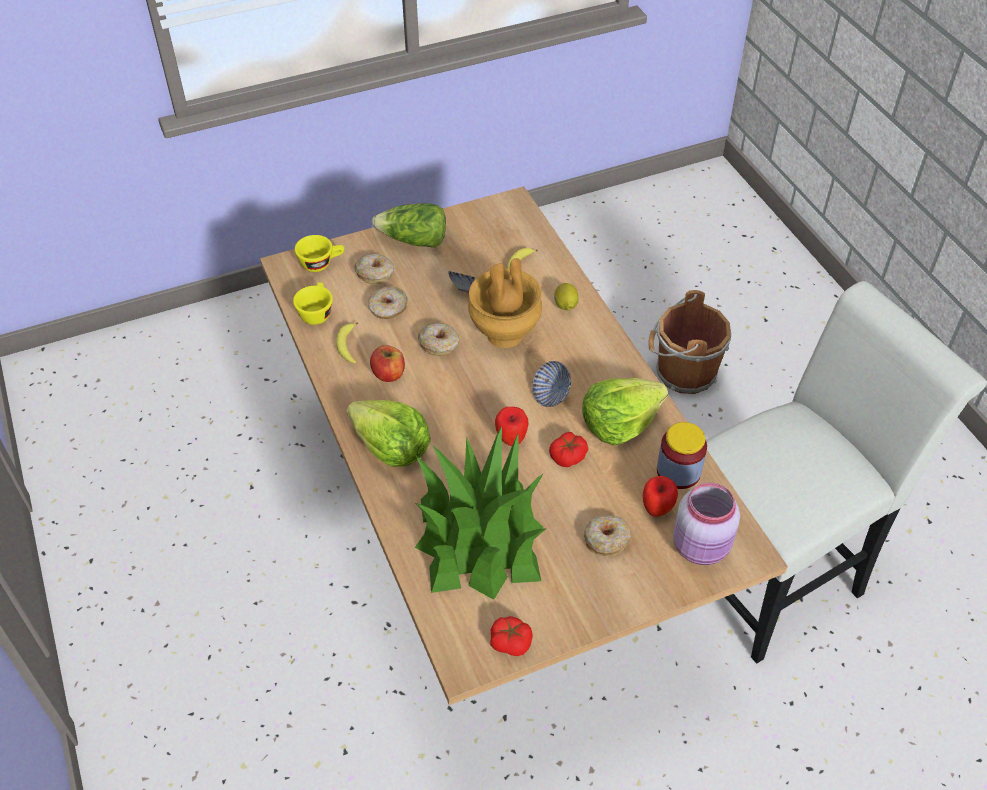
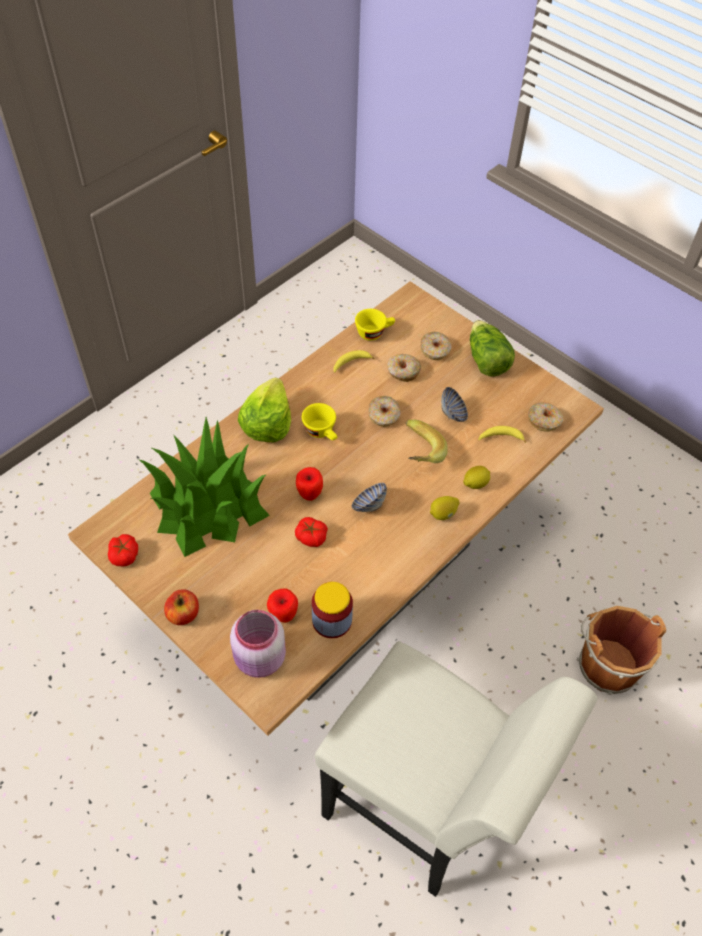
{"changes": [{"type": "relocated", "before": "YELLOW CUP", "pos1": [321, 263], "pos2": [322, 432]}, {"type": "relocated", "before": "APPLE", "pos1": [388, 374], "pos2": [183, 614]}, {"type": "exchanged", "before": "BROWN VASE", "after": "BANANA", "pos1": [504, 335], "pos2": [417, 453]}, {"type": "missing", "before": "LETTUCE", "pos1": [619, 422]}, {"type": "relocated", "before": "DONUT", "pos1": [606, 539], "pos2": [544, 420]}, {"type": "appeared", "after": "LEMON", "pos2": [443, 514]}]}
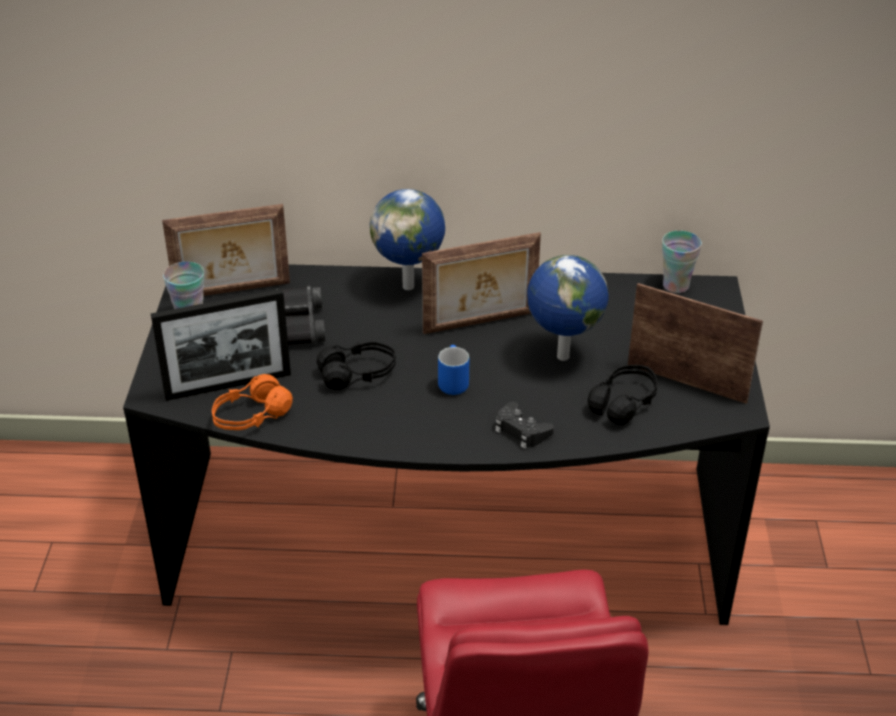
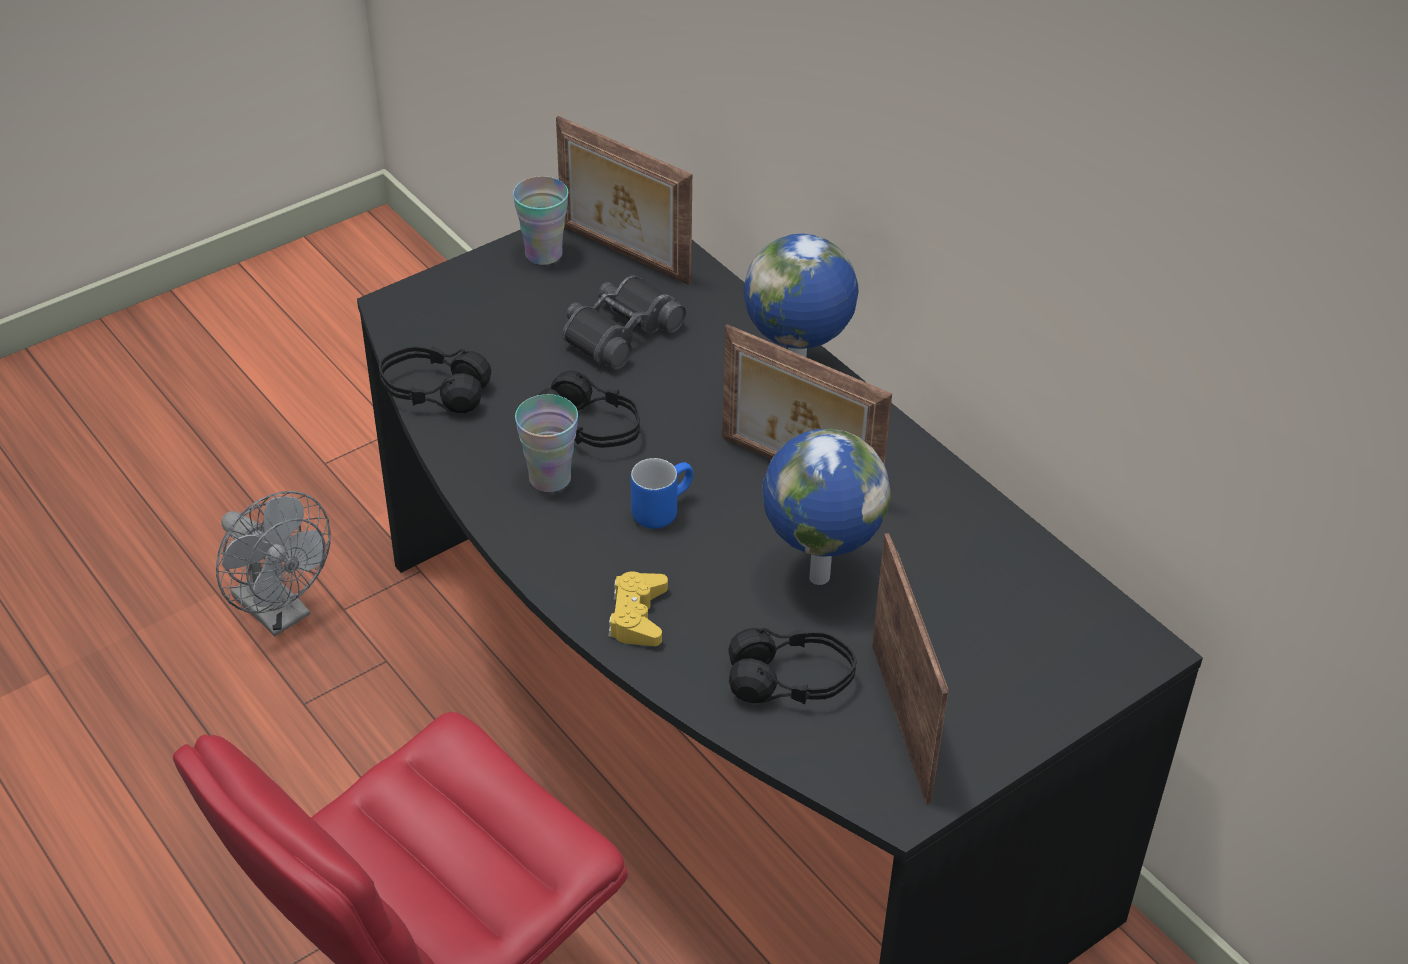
{"changes": [{"type": "missing", "before": "PICTURE FRAME", "pos1": [228, 385]}, {"type": "colour", "before": "ORANGE HEADPHONES", "after": "BLACK HEADPHONES", "pos1": [251, 416], "pos2": [434, 392]}, {"type": "colour", "before": "BLACK GAME CONTROLLER", "after": "YELLOW GAME CONTROLLER", "pos1": [521, 430], "pos2": [637, 616]}, {"type": "relocated", "before": "CUP", "pos1": [675, 286], "pos2": [550, 478]}, {"type": "appeared", "after": "GREY FAN", "pos2": [280, 613]}]}
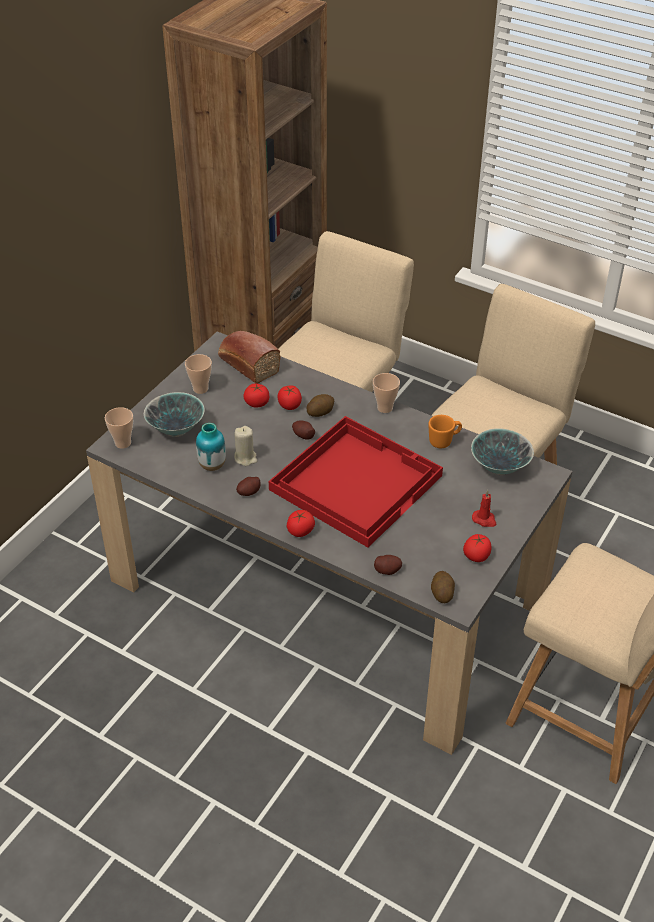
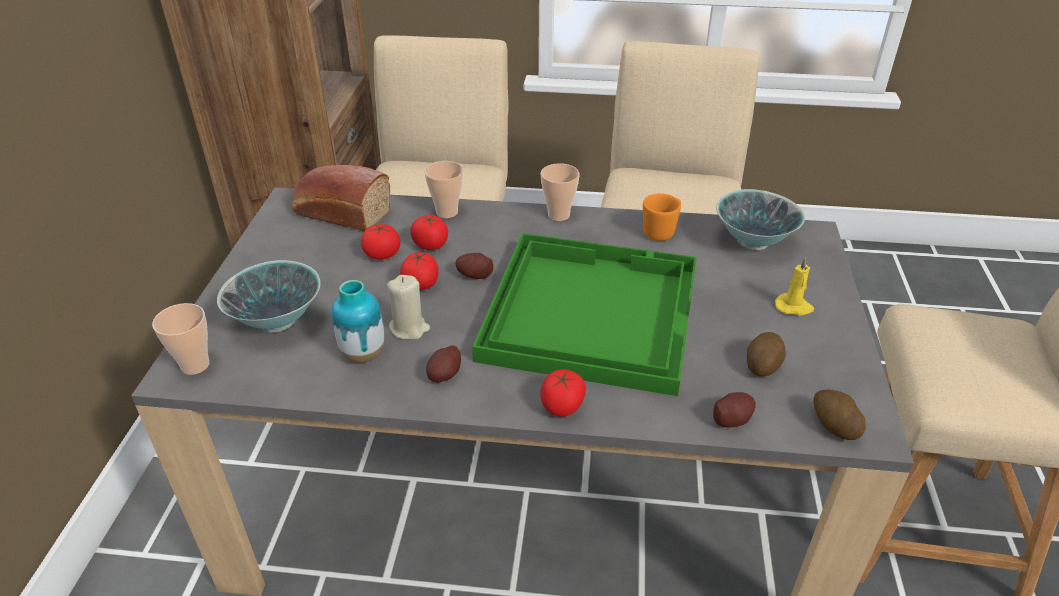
{"changes": [{"type": "relocated", "before": "CUP", "pos1": [200, 389], "pos2": [447, 212]}, {"type": "colour", "before": "RED TRAY", "after": "GREEN TRAY", "pos1": [355, 481], "pos2": [589, 311]}, {"type": "relocated", "before": "POTATO", "pos1": [320, 412], "pos2": [762, 365]}, {"type": "relocated", "before": "TOMATO", "pos1": [476, 556], "pos2": [421, 284]}, {"type": "colour", "before": "RED CANDLE", "after": "YELLOW CANDLE", "pos1": [484, 520], "pos2": [794, 307]}]}
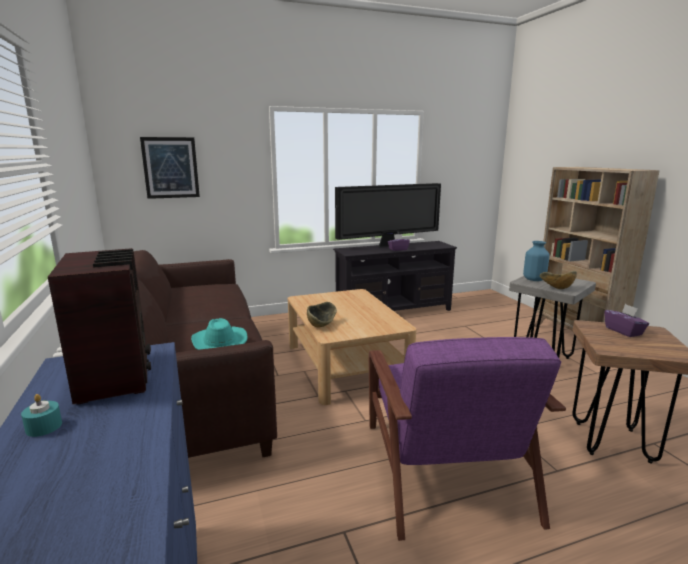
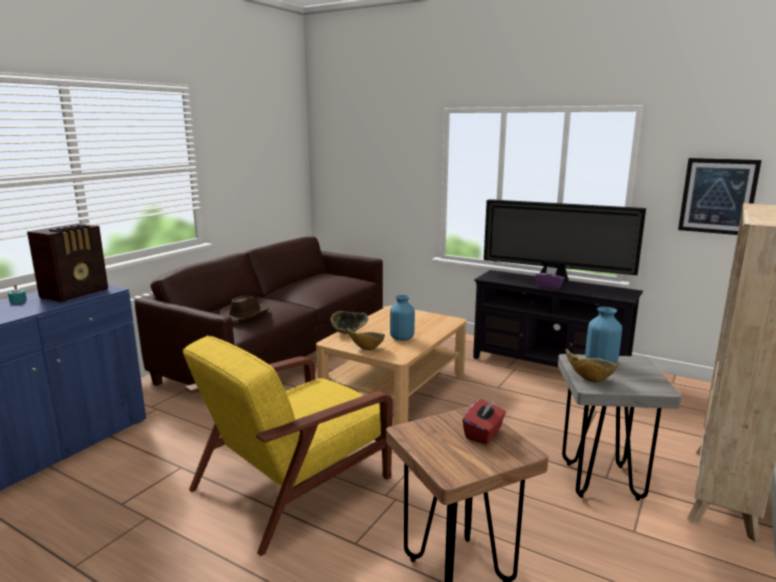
{"changes": [{"type": "relocated", "before": "PICTURE", "pos1": [170, 167], "pos2": [718, 196]}, {"type": "colour", "before": "TURQUOISE HAT", "after": "BROWN HAT", "pos1": [219, 342], "pos2": [245, 314]}, {"type": "colour", "before": "PURPLE ARMCHAIR", "after": "YELLOW ARMCHAIR", "pos1": [444, 466], "pos2": [295, 481]}, {"type": "colour", "before": "PURPLE TISSUE BOX", "after": "RED TISSUE BOX", "pos1": [623, 331], "pos2": [484, 433]}, {"type": "appeared", "after": "BOWL", "pos2": [365, 348]}, {"type": "appeared", "after": "BLUE VASE", "pos2": [401, 338]}]}
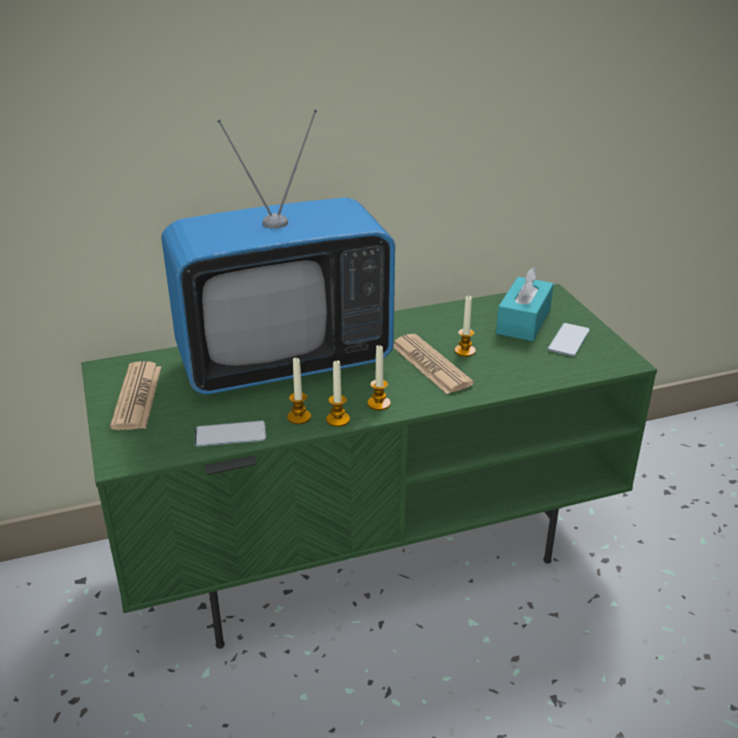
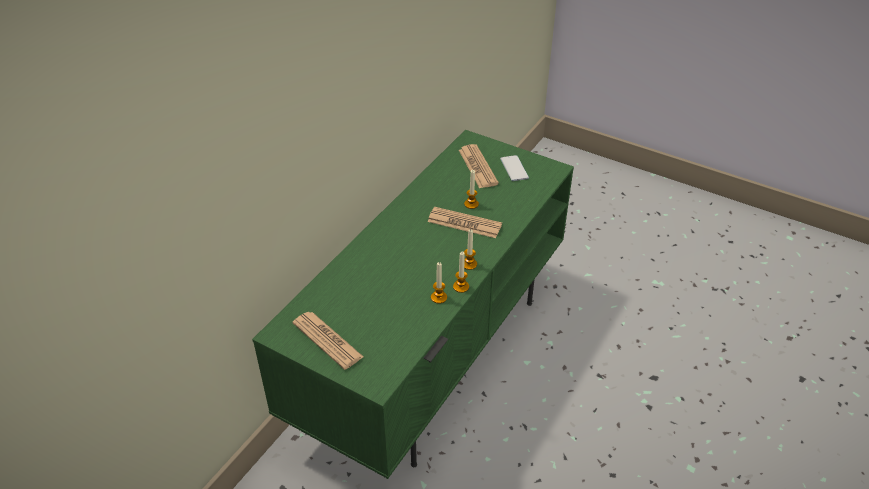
{"changes": [{"type": "missing", "before": "TELEVISION", "pos1": [284, 362]}, {"type": "missing", "before": "PHONE", "pos1": [230, 434]}, {"type": "exchanged", "before": "TURQUOISE TISSUE BOX", "after": "NEWSPAPER", "pos1": [523, 321], "pos2": [478, 167]}]}
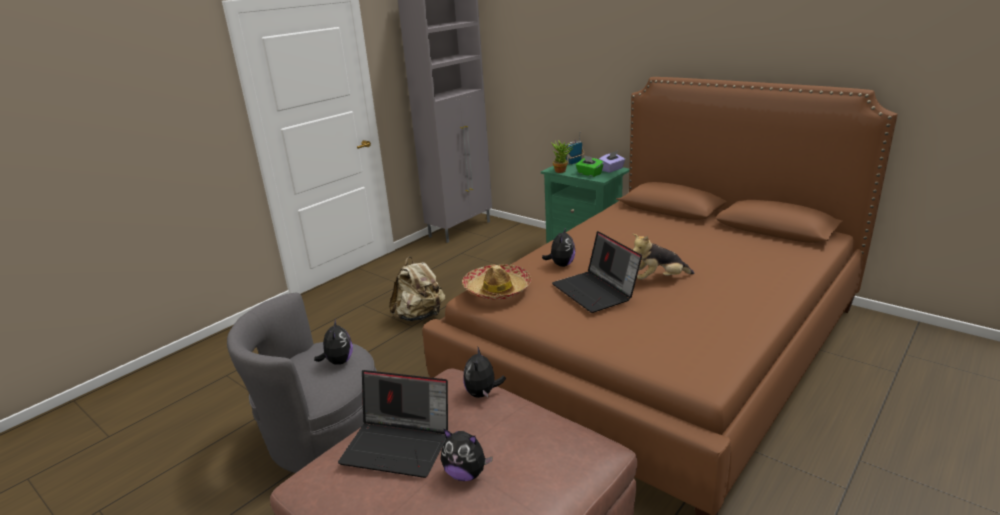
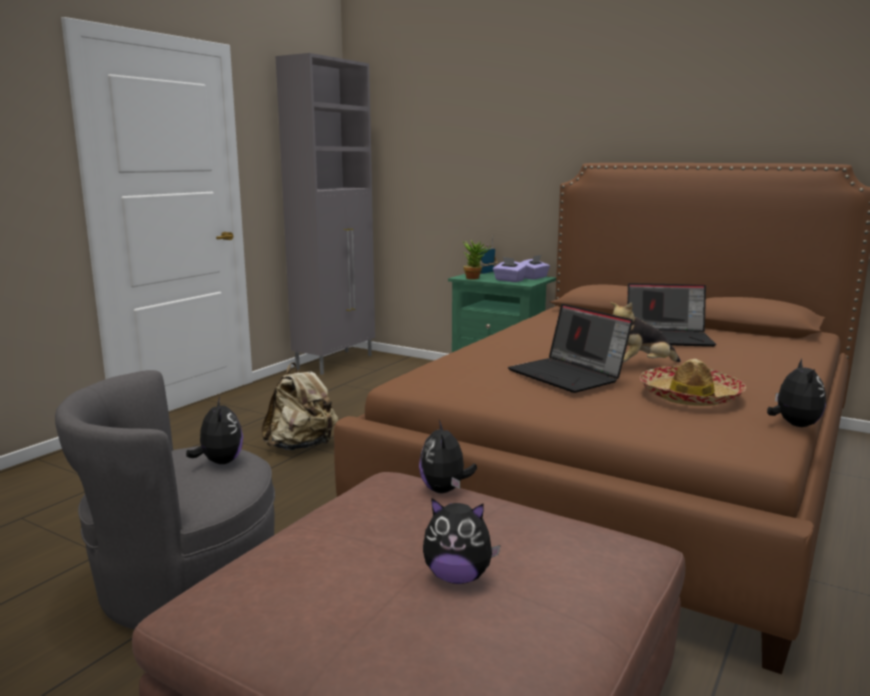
{"changes": [{"type": "relocated", "before": "LAPTOP", "pos1": [399, 445], "pos2": [669, 338]}, {"type": "relocated", "before": "HAT", "pos1": [497, 290], "pos2": [690, 397]}, {"type": "relocated", "before": "PLUSH TOY", "pos1": [561, 265], "pos2": [794, 425]}, {"type": "colour", "before": "GREEN TISSUE BOX", "after": "PURPLE TISSUE BOX", "pos1": [589, 174], "pos2": [509, 280]}]}
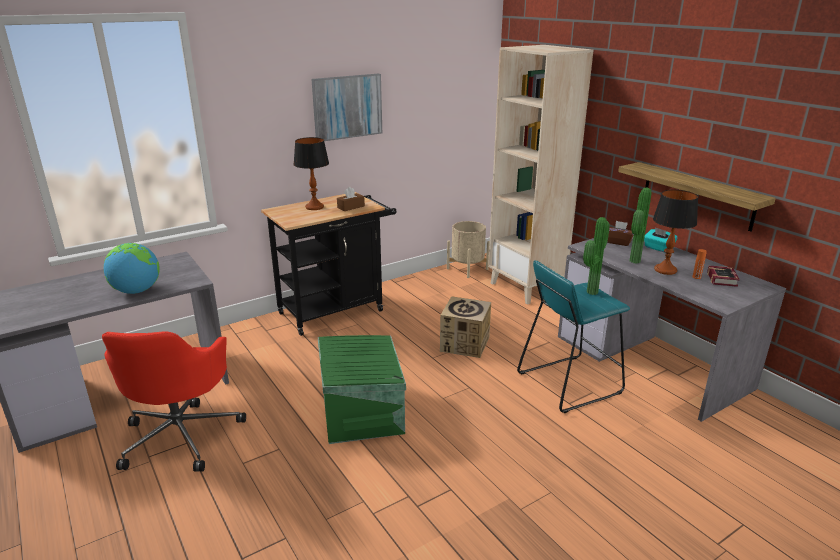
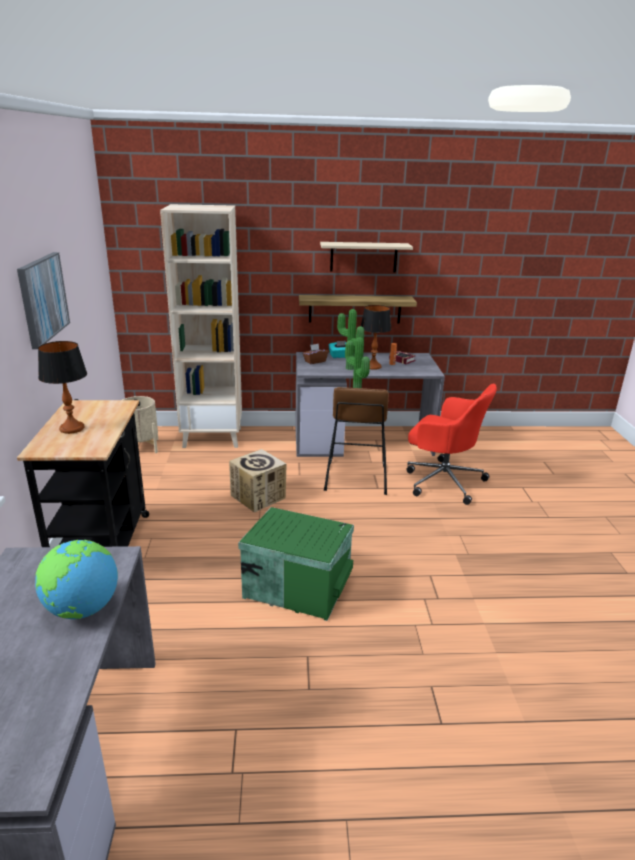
{"changes": [{"type": "relocated", "before": "RED OFFICE CHAIR", "pos1": [182, 435], "pos2": [442, 480]}, {"type": "missing", "before": "BROWN TISSUE BOX", "pos1": [351, 207]}, {"type": "colour", "before": "TURQUOISE STOOL", "after": "BROWN STOOL", "pos1": [568, 383], "pos2": [355, 477]}, {"type": "appeared", "after": "BEIGE SHELF", "pos2": [363, 257]}]}
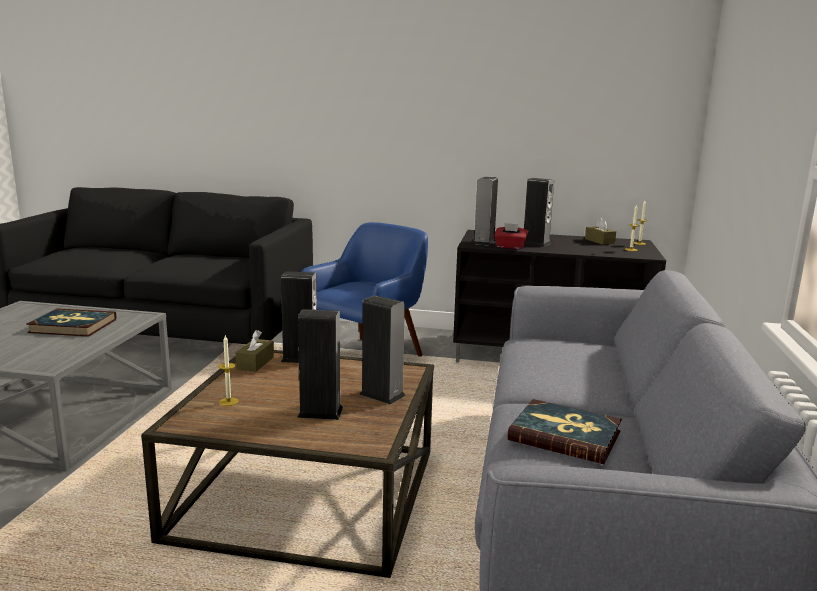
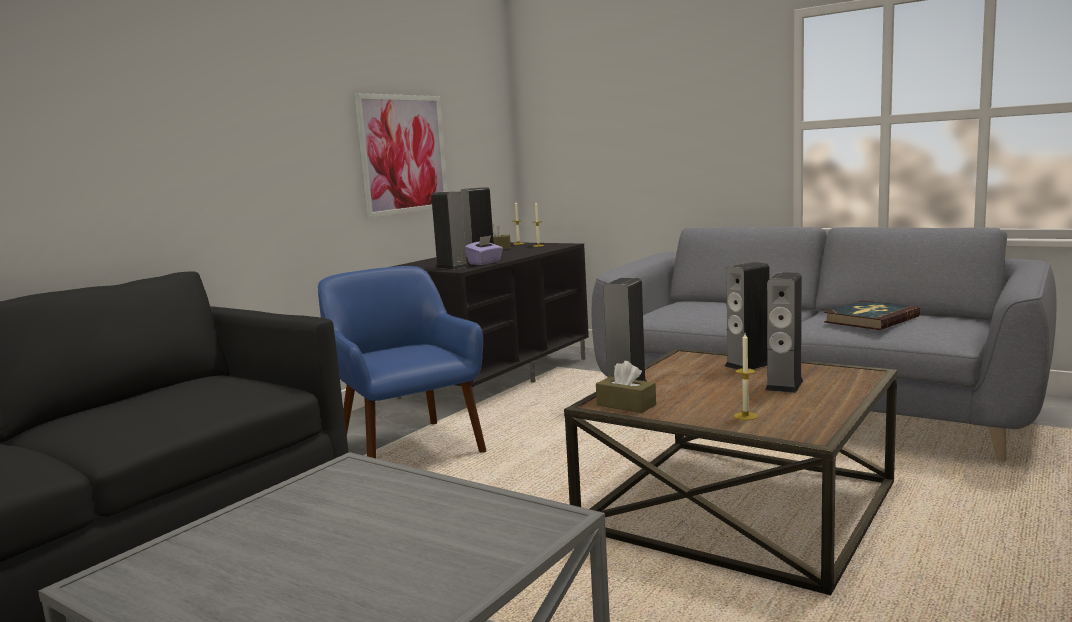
{"changes": [{"type": "missing", "before": "BOOK", "pos1": [73, 326]}, {"type": "colour", "before": "RED TISSUE BOX", "after": "PURPLE TISSUE BOX", "pos1": [510, 247], "pos2": [485, 263]}, {"type": "appeared", "after": "PICTURE", "pos2": [403, 154]}]}
